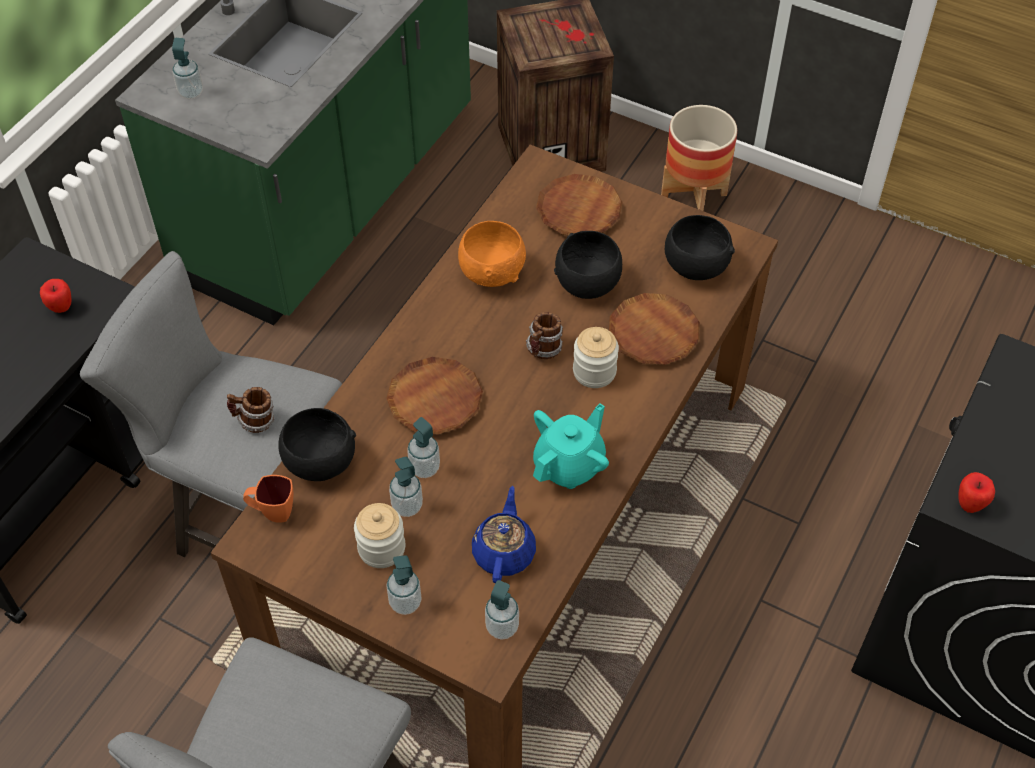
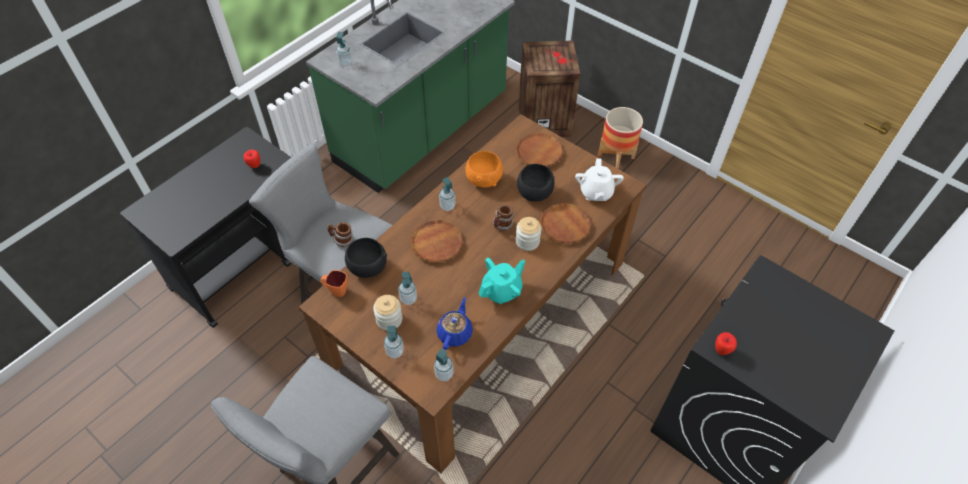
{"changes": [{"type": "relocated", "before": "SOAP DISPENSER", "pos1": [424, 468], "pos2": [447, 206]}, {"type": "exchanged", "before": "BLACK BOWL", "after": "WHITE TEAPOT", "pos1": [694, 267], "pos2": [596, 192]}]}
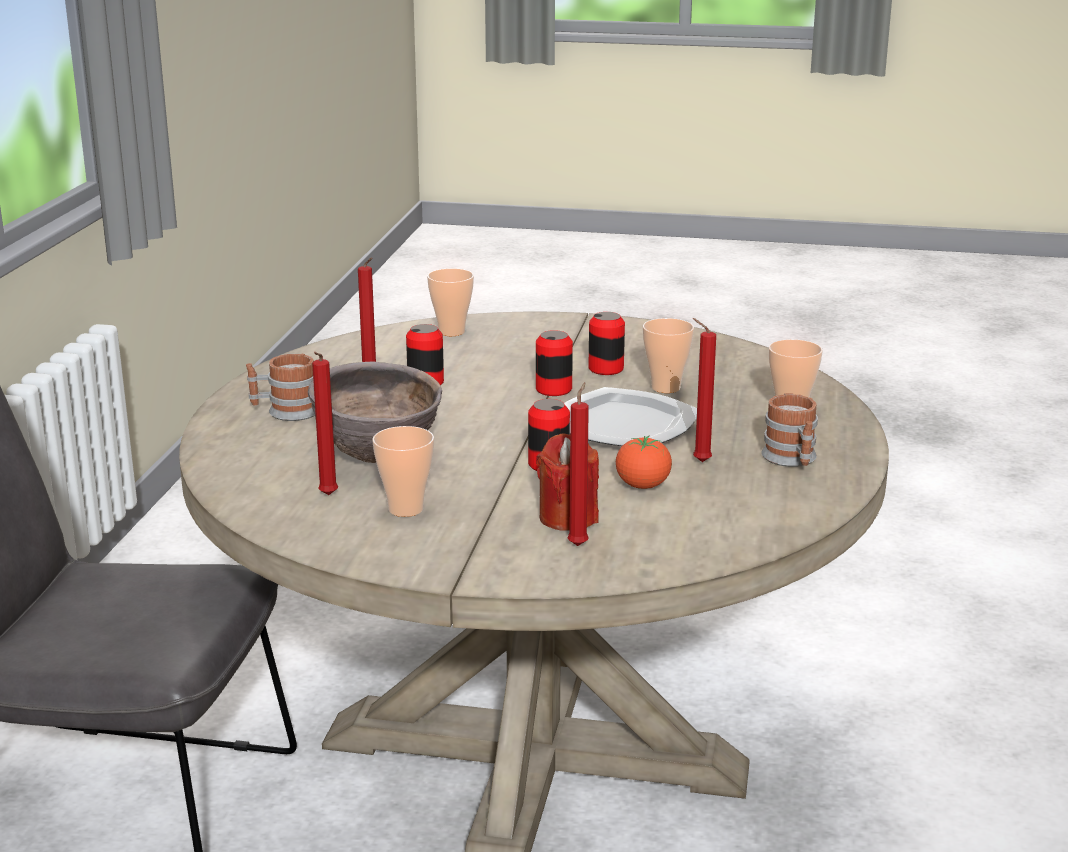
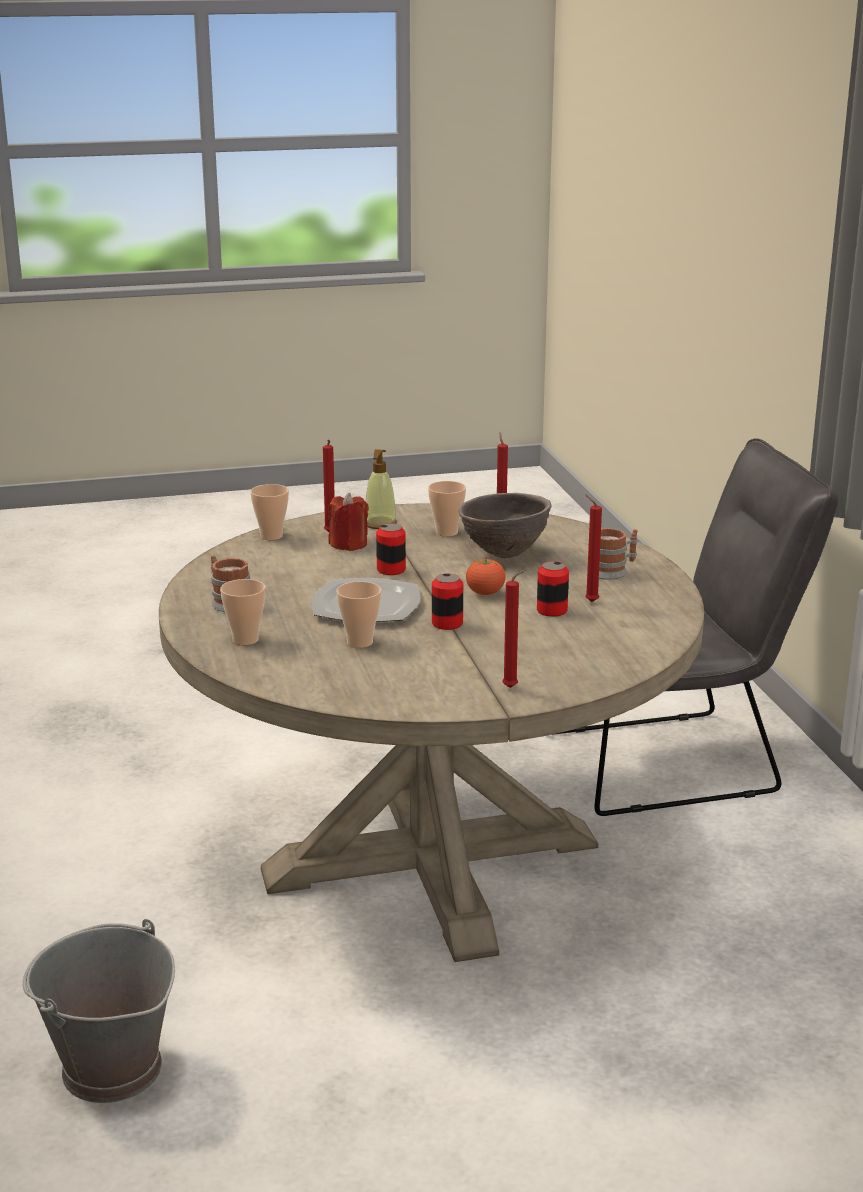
{"changes": [{"type": "relocated", "before": "CUP", "pos1": [451, 332], "pos2": [271, 536]}, {"type": "missing", "before": "CAN", "pos1": [606, 369]}, {"type": "relocated", "before": "TOMATO", "pos1": [642, 486], "pos2": [485, 593]}, {"type": "relocated", "before": "RED CANDLE", "pos1": [699, 461], "pos2": [512, 687]}, {"type": "appeared", "after": "GREY BUCKET", "pos2": [110, 1070]}, {"type": "appeared", "after": "SOAP DISPENSER", "pos2": [380, 524]}]}
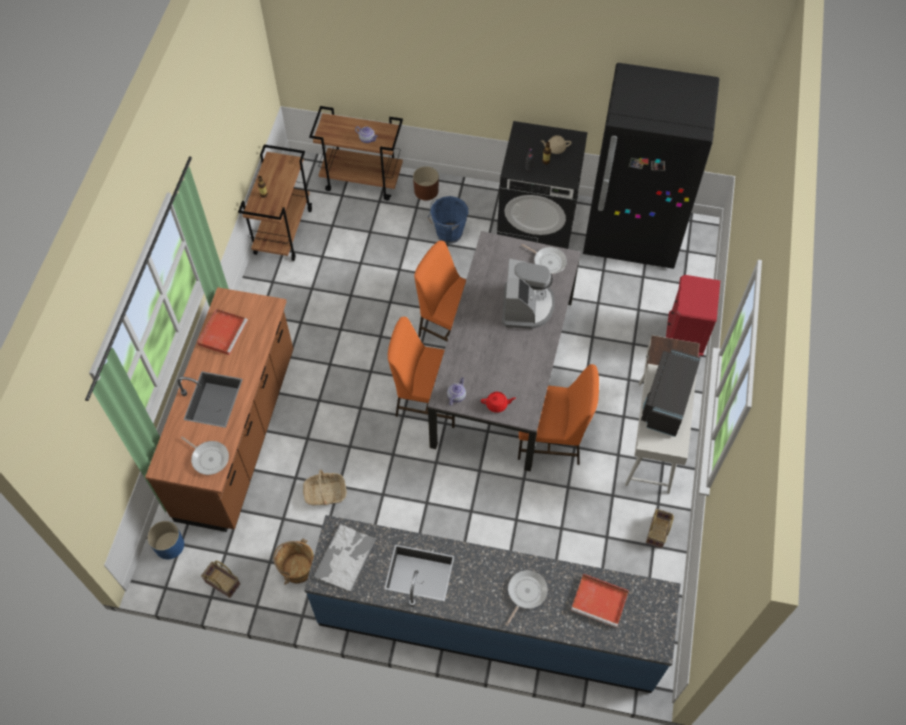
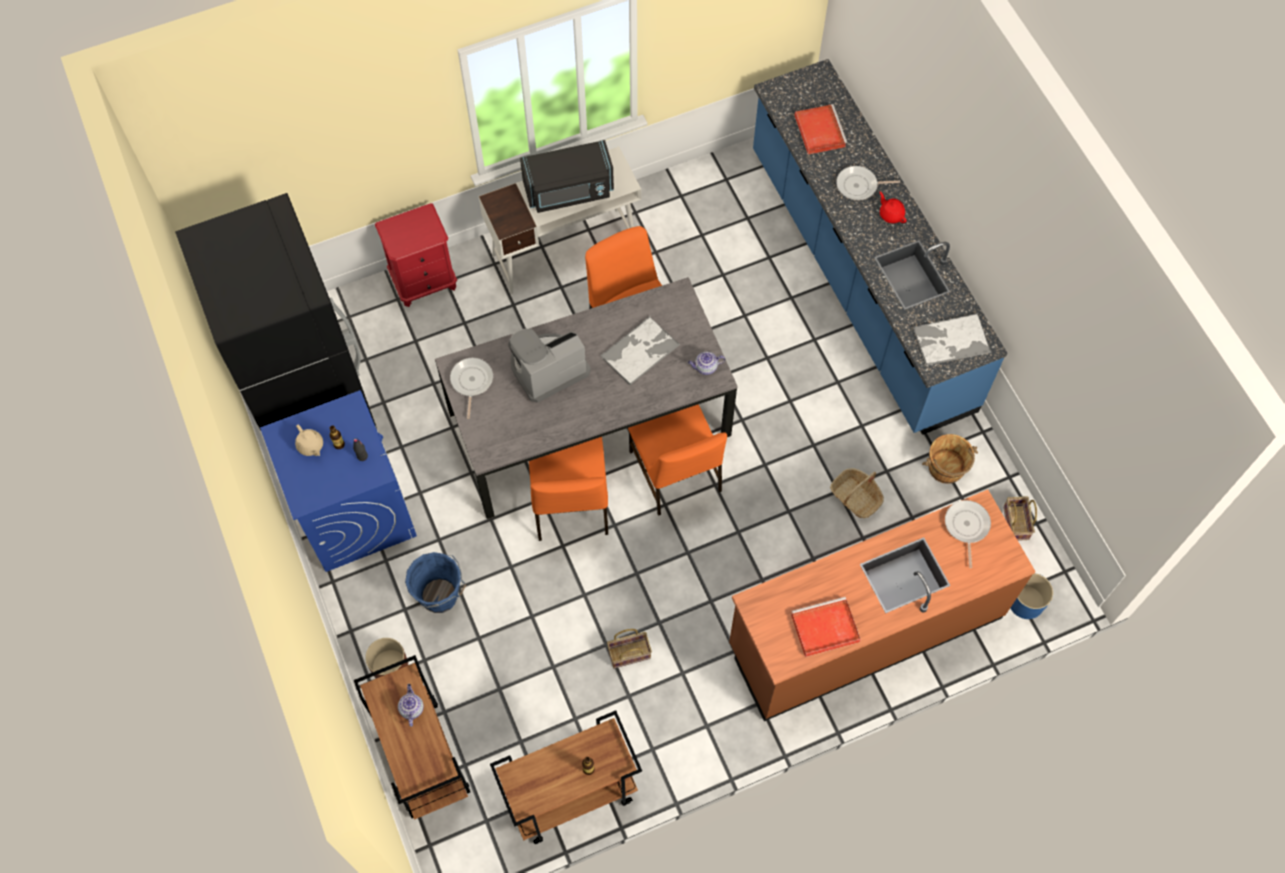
{"changes": [{"type": "relocated", "before": "RED TEAPOT", "pos1": [497, 405], "pos2": [891, 214]}, {"type": "colour", "before": "BLACK WASHING MACHINE", "after": "BLUE WASHING MACHINE", "pos1": [537, 220], "pos2": [354, 510]}, {"type": "relocated", "before": "BASKET", "pos1": [657, 533], "pos2": [630, 653]}, {"type": "appeared", "after": "TRAY", "pos2": [640, 350]}]}
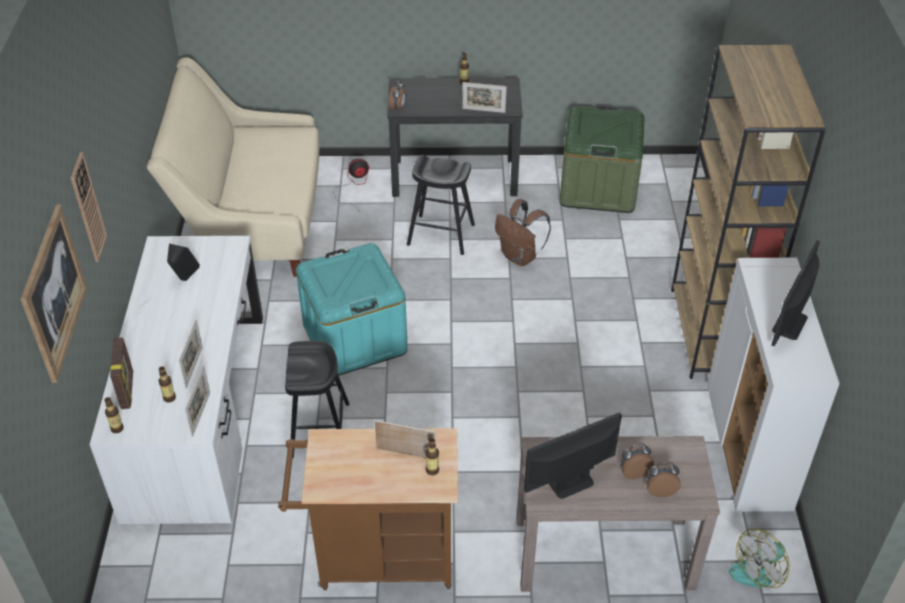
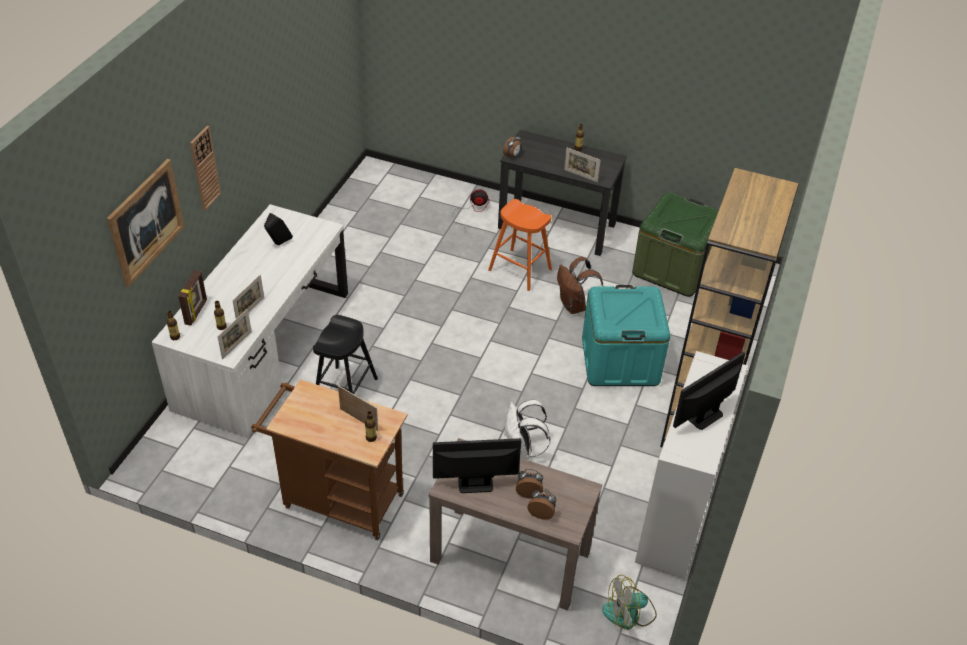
{"changes": [{"type": "missing", "before": "BEIGE SOFA", "pos1": [253, 221]}, {"type": "relocated", "before": "TURQUOISE STORAGE BOX", "pos1": [355, 338], "pos2": [620, 360]}, {"type": "colour", "before": "BLACK STOOL", "after": "ORANGE STOOL", "pos1": [441, 235], "pos2": [520, 270]}, {"type": "appeared", "after": "WHITE BACKPACK", "pos2": [521, 451]}]}
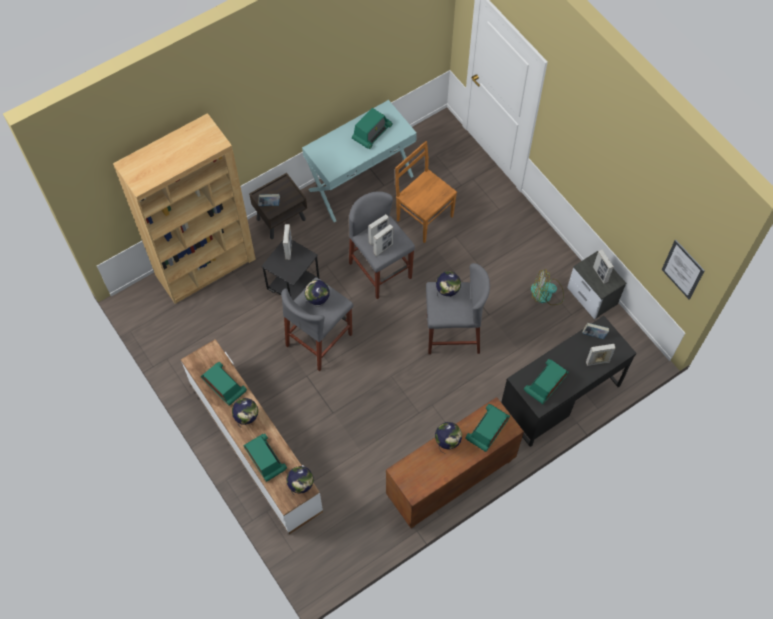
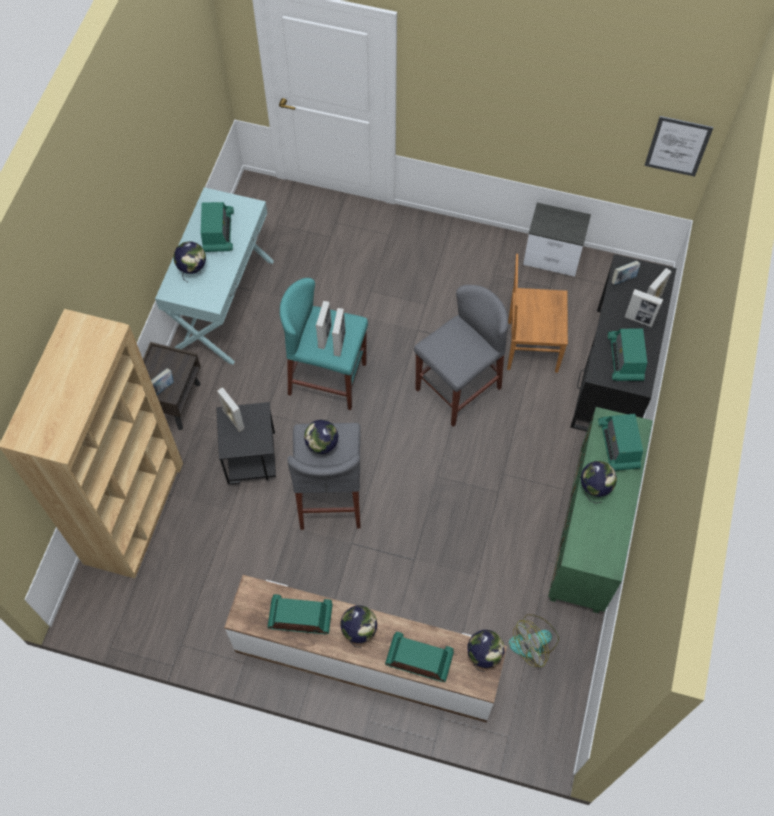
{"changes": [{"type": "colour", "before": "GREY STOOL", "after": "TURQUOISE STOOL", "pos1": [380, 270], "pos2": [327, 378]}, {"type": "colour", "before": "BROWN CABINET", "after": "GREEN CABINET", "pos1": [450, 480], "pos2": [590, 534]}, {"type": "relocated", "before": "BROWN CHAIR", "pos1": [423, 217], "pos2": [530, 346]}, {"type": "relocated", "before": "GLOBE", "pos1": [447, 293], "pos2": [193, 271]}, {"type": "relocated", "before": "FAN", "pos1": [546, 294], "pos2": [534, 642]}, {"type": "relocated", "before": "PICTURE FRAME", "pos1": [600, 274], "pos2": [638, 320]}]}
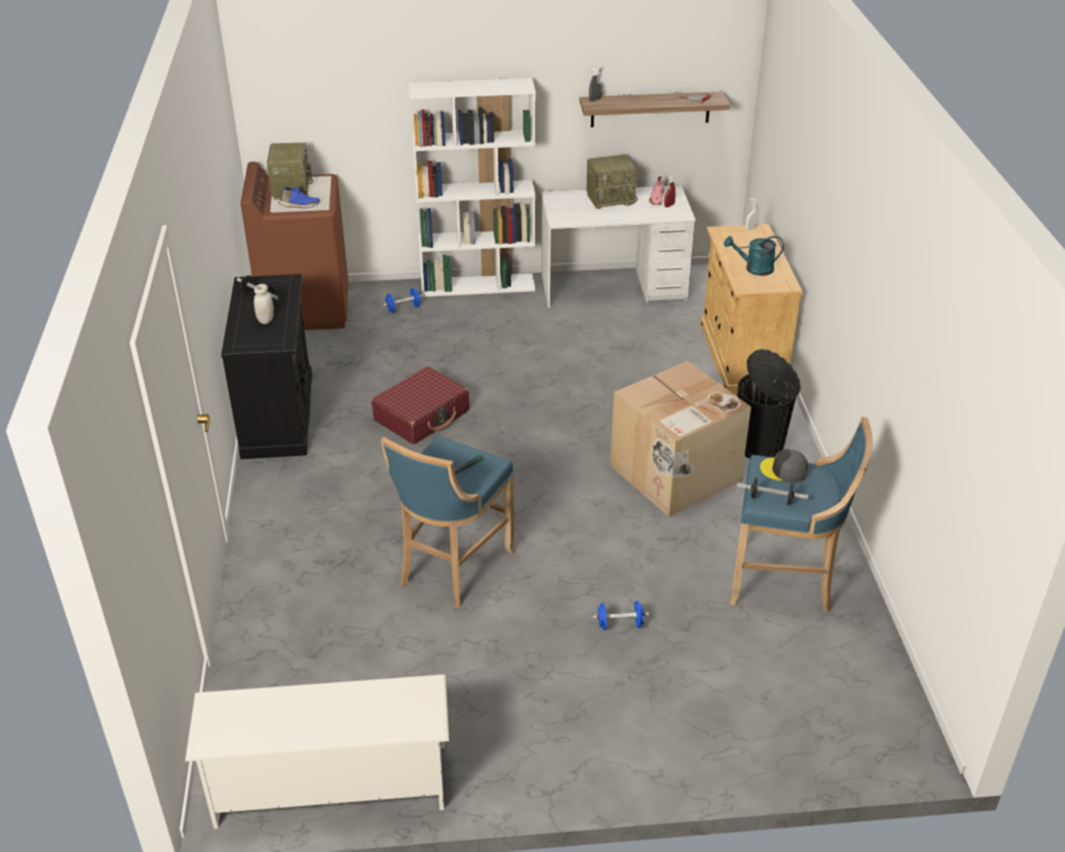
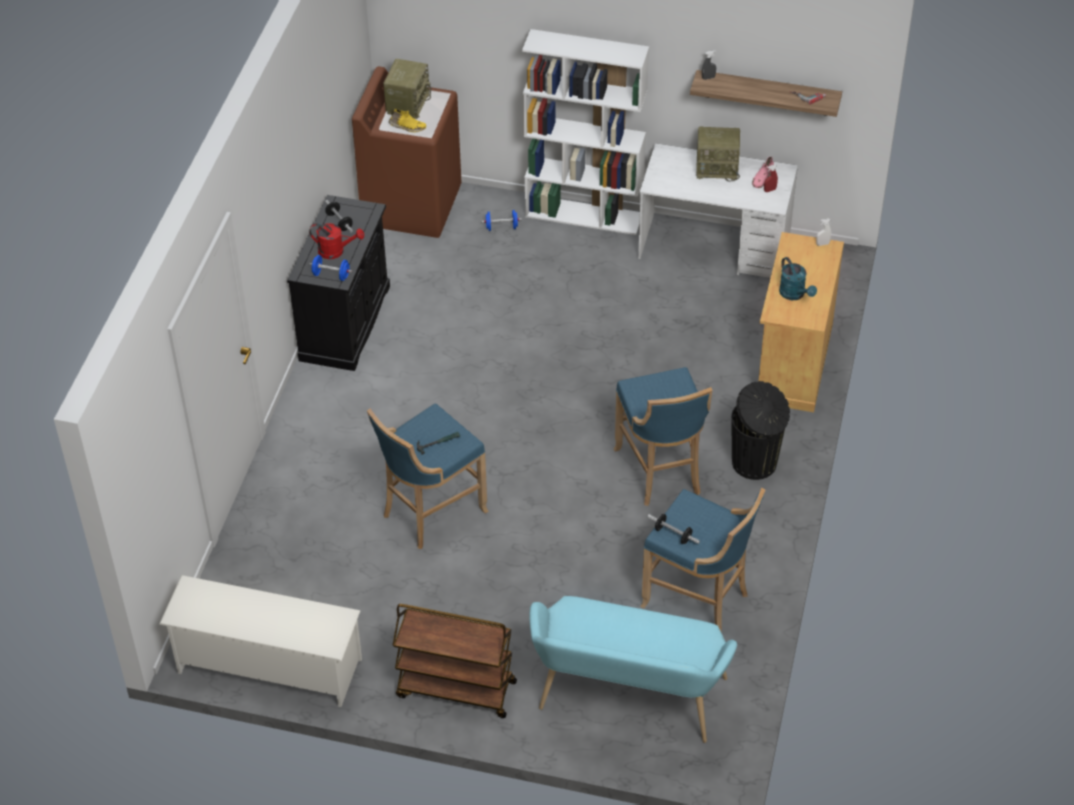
{"changes": [{"type": "exchanged", "before": "WHITE JAR", "after": "RED WATERING CAN", "pos1": [266, 320], "pos2": [336, 251]}, {"type": "colour", "before": "BLUE SHOE", "after": "YELLOW SHOE", "pos1": [299, 205], "pos2": [407, 127]}, {"type": "missing", "before": "RED SUITCASE", "pos1": [422, 416]}, {"type": "relocated", "before": "BLUE DUMBBELL", "pos1": [620, 624], "pos2": [331, 275]}, {"type": "exchanged", "before": "CARDBOARD BOX", "after": "BLUE STOOL", "pos1": [675, 475], "pos2": [661, 473]}, {"type": "spun", "before": "TURQUOISE WATERING CAN", "pos1": [754, 269], "pos2": [795, 294], "turn": -135}, {"type": "missing", "before": "GREY CAP", "pos1": [784, 470]}, {"type": "appeared", "after": "BROWN CART", "pos2": [455, 689]}, {"type": "appeared", "after": "TURQUOISE BENCH", "pos2": [627, 700]}]}
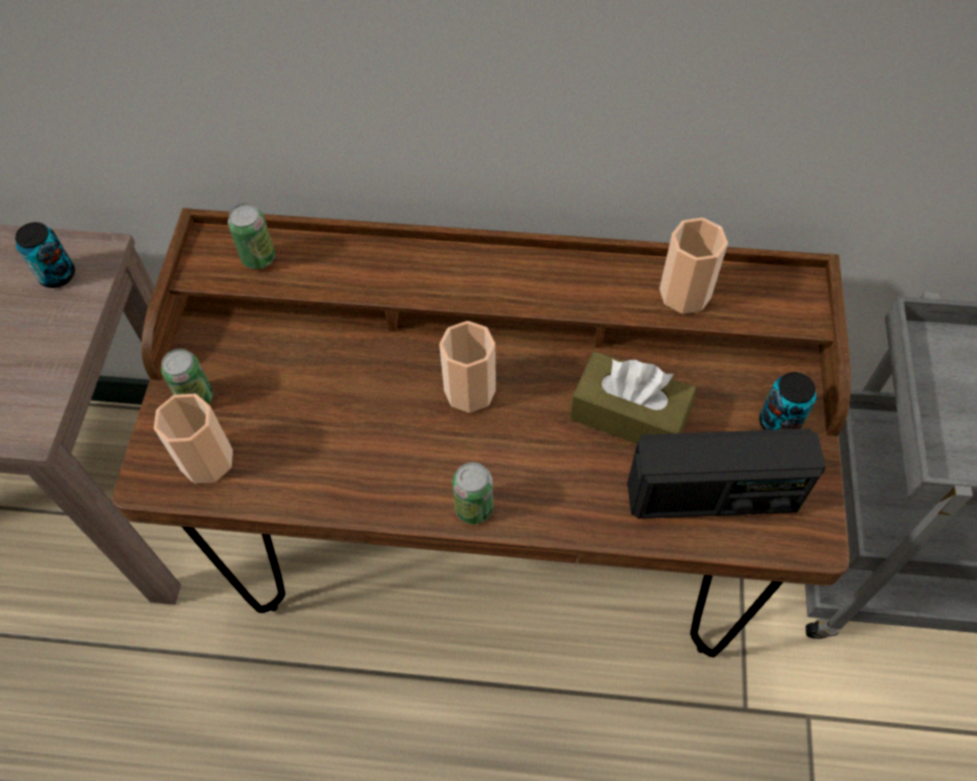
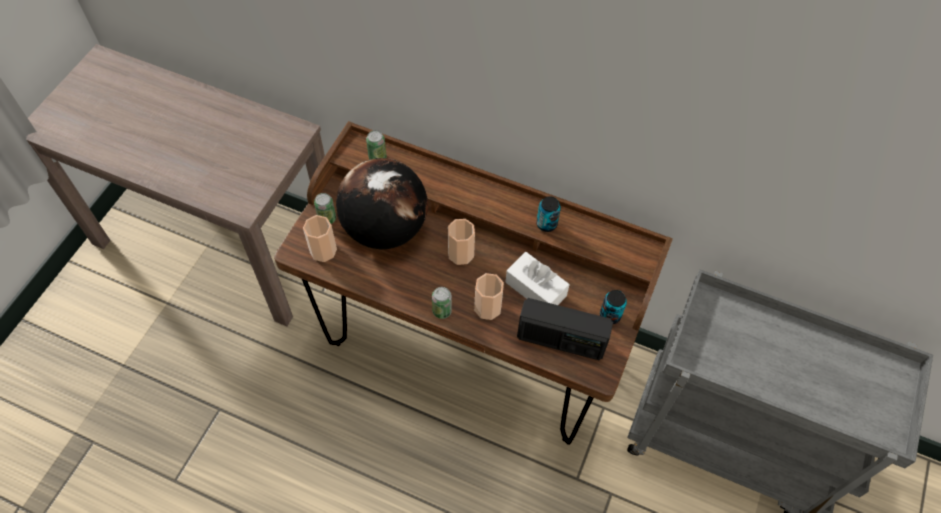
{"changes": [{"type": "relocated", "before": "CAN", "pos1": [57, 275], "pos2": [546, 224]}, {"type": "colour", "before": "BROWN TISSUE BOX", "after": "WHITE TISSUE BOX", "pos1": [629, 415], "pos2": [535, 289]}, {"type": "relocated", "before": "CUP", "pos1": [685, 293], "pos2": [487, 307]}, {"type": "appeared", "after": "GLOBE", "pos2": [384, 229]}]}
